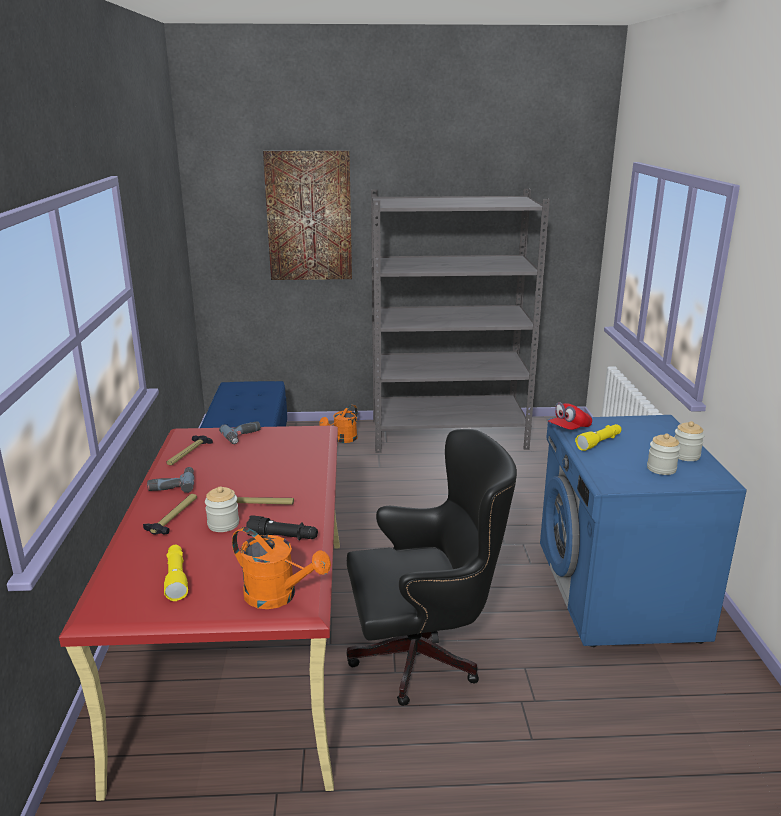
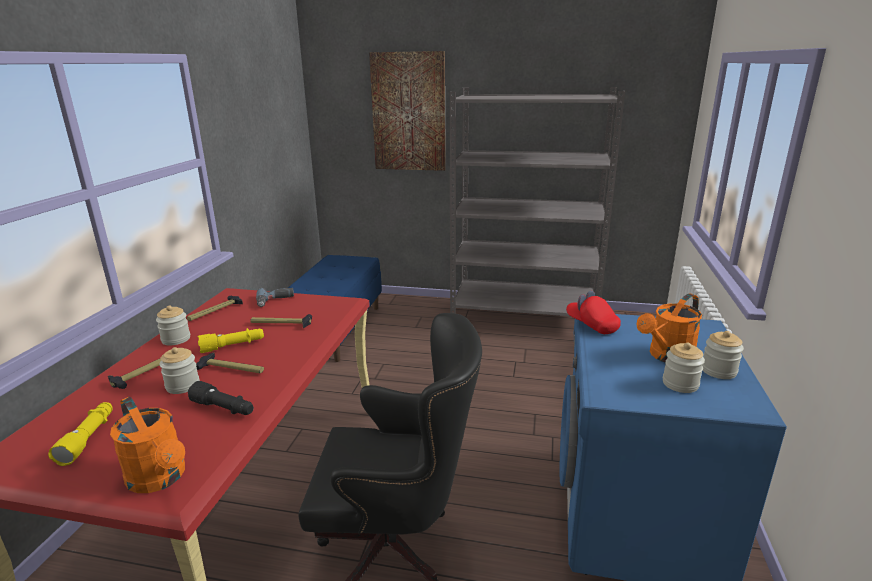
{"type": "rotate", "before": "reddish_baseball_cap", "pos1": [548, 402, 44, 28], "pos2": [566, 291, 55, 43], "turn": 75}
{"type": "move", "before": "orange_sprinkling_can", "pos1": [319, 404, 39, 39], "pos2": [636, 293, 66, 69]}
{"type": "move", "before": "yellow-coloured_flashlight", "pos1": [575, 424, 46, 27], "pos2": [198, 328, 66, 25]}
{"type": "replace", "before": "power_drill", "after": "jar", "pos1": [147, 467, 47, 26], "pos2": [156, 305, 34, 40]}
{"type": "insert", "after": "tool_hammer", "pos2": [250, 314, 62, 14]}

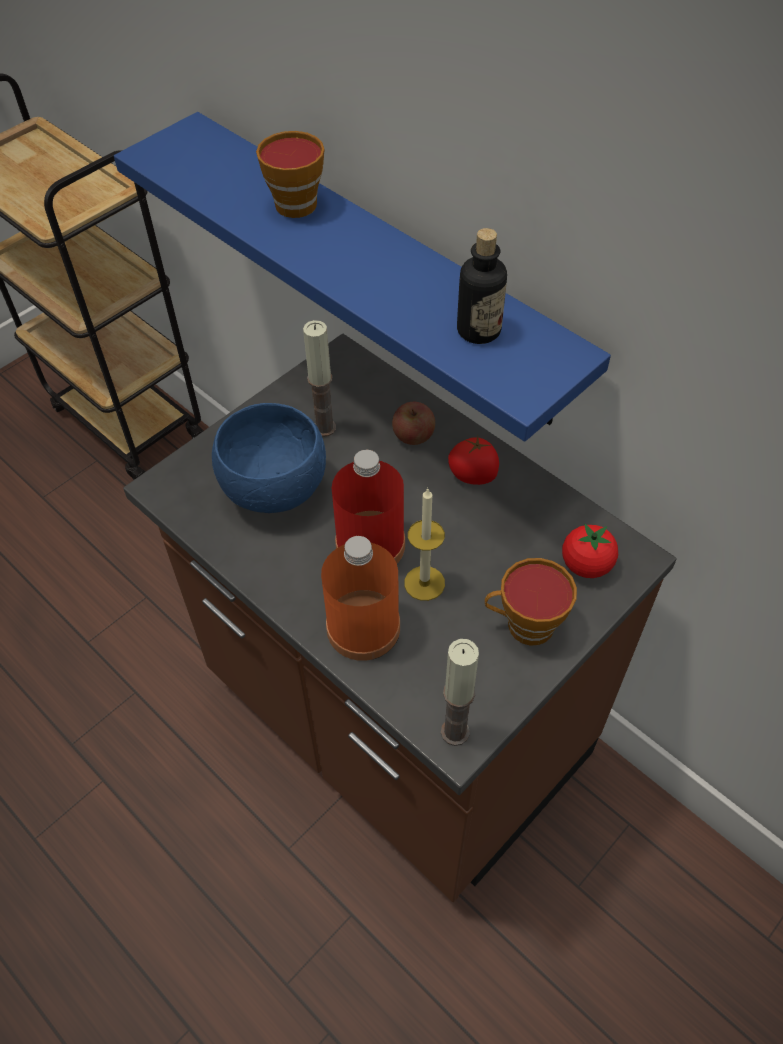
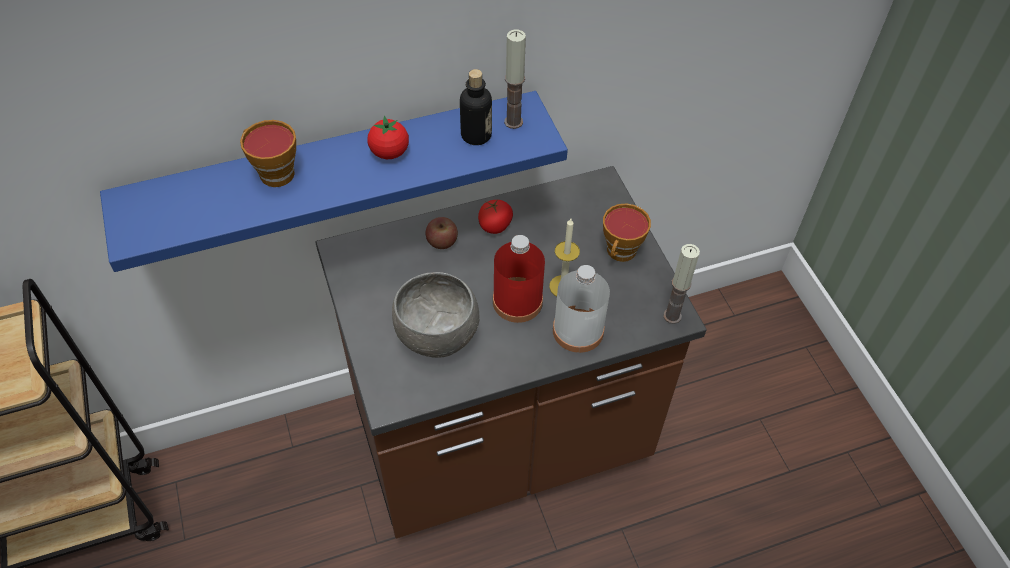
{"type": "move", "before": "wax_candle", "pos1": [303, 320, 33, 117], "pos2": [504, 30, 22, 99]}
{"type": "recolor", "before": "blue-coloured_bowl", "after": "greyish_bowl", "pos1": [212, 403, 114, 110], "pos2": [392, 272, 88, 86]}
{"type": "move", "before": "tomato", "pos1": [562, 524, 56, 54], "pos2": [368, 116, 41, 43]}
{"type": "recolor", "before": "orange_bottle", "after": "whitish_bottle", "pos1": [321, 536, 79, 125], "pos2": [553, 265, 57, 88]}

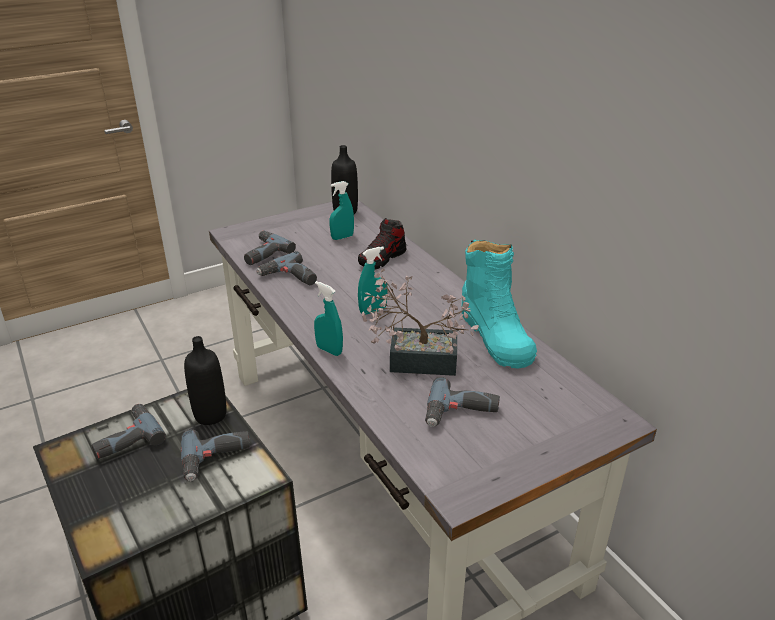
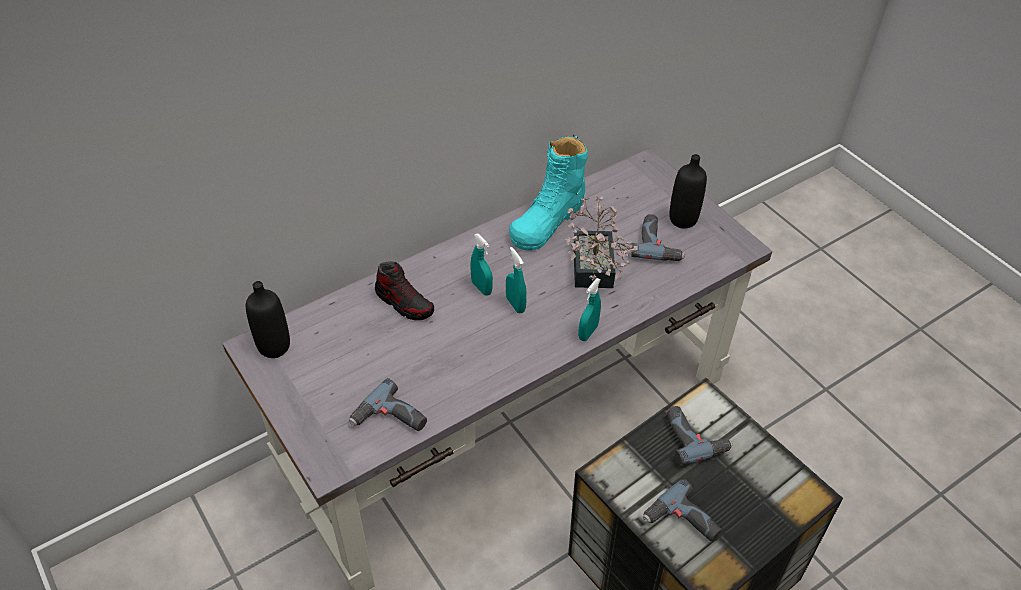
{"type": "move", "before": "turquoise-coloured_hand_sprayer", "pos1": [330, 181, 24, 59], "pos2": [470, 233, 23, 63]}
{"type": "rotate", "before": "turquoise-coloured_high-top_boot", "pos1": [462, 239, 75, 130], "pos2": [509, 135, 79, 116], "turn": 150}
{"type": "delete", "before": "power_drill", "pos1": [256, 251, 61, 34]}
{"type": "move", "before": "blackish_bottle", "pos1": [184, 336, 42, 89], "pos2": [669, 154, 38, 75]}

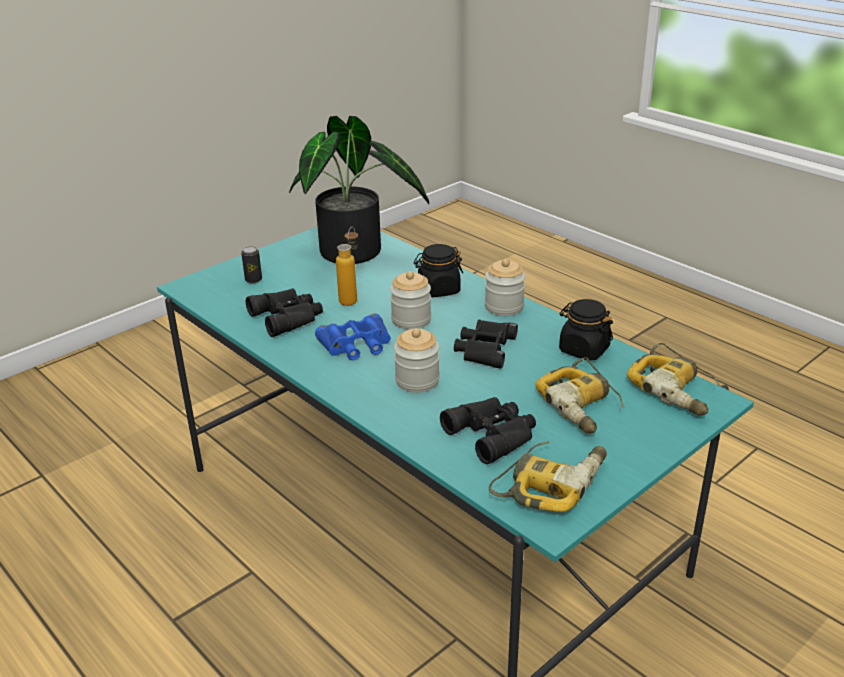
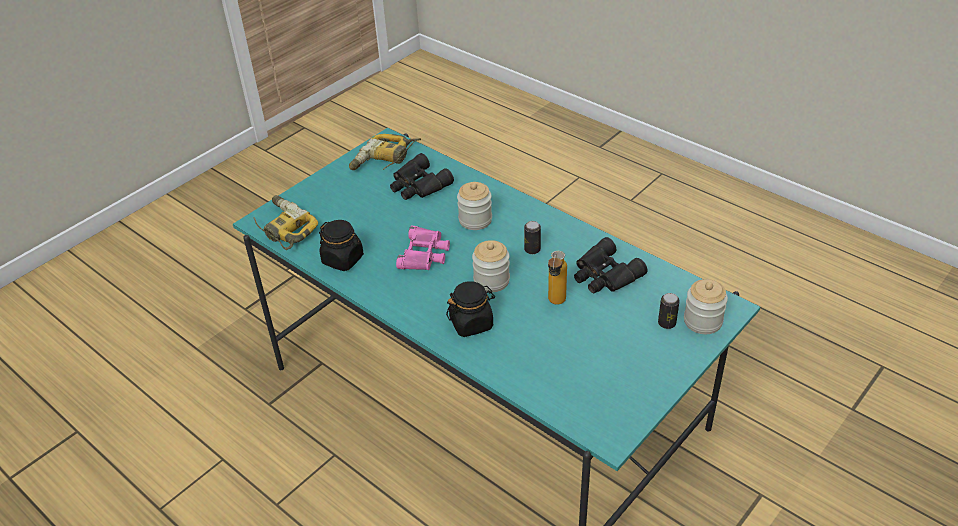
{"type": "delete", "before": "plant_in_a_pot", "pos1": [289, 116, 140, 148]}
{"type": "move", "before": "jar", "pos1": [485, 259, 40, 57], "pos2": [684, 279, 44, 55]}
{"type": "replace", "before": "blue-coloured_field_glasses", "after": "metal_can", "pos1": [315, 314, 76, 46], "pos2": [524, 221, 17, 33]}
{"type": "recolor", "before": "blackish_field_glasses", "after": "pink_field_glasses", "pos1": [454, 320, 64, 49], "pos2": [396, 226, 54, 44]}
{"type": "delete", "before": "power_drill", "pos1": [535, 357, 89, 77]}

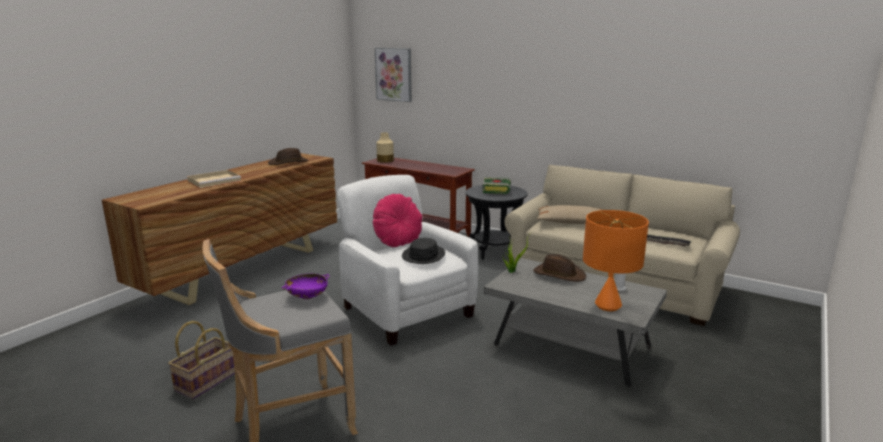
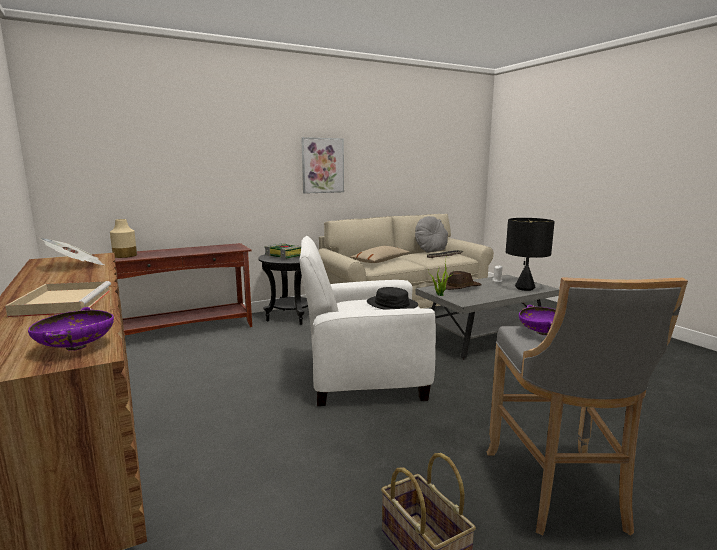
{"type": "move", "before": "wall_picture", "pos1": [375, 48, 37, 54], "pos2": [301, 137, 43, 57]}
{"type": "replace", "before": "brown_wearable_hat", "after": "daily_paper", "pos1": [268, 148, 40, 17], "pos2": [39, 238, 65, 27]}
{"type": "delete", "before": "pink_pillow", "pos1": [373, 194, 49, 53]}
{"type": "recolor", "before": "orange_table_lamp", "after": "blackish_table_lamp", "pos1": [583, 210, 66, 101], "pos2": [506, 218, 49, 73]}
{"type": "insert", "after": "greyish_pillow", "pos2": [415, 216, 33, 37]}
{"type": "insert", "after": "purple-coloured_bowl", "pos2": [28, 307, 86, 44]}

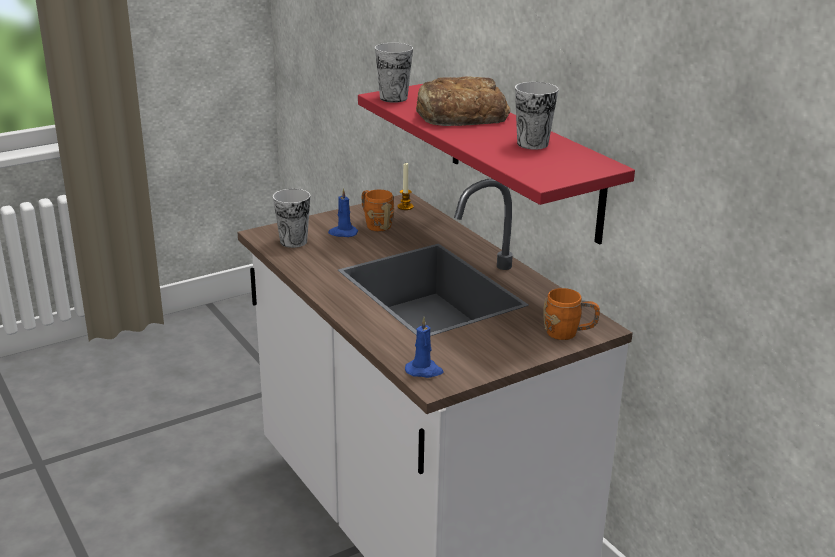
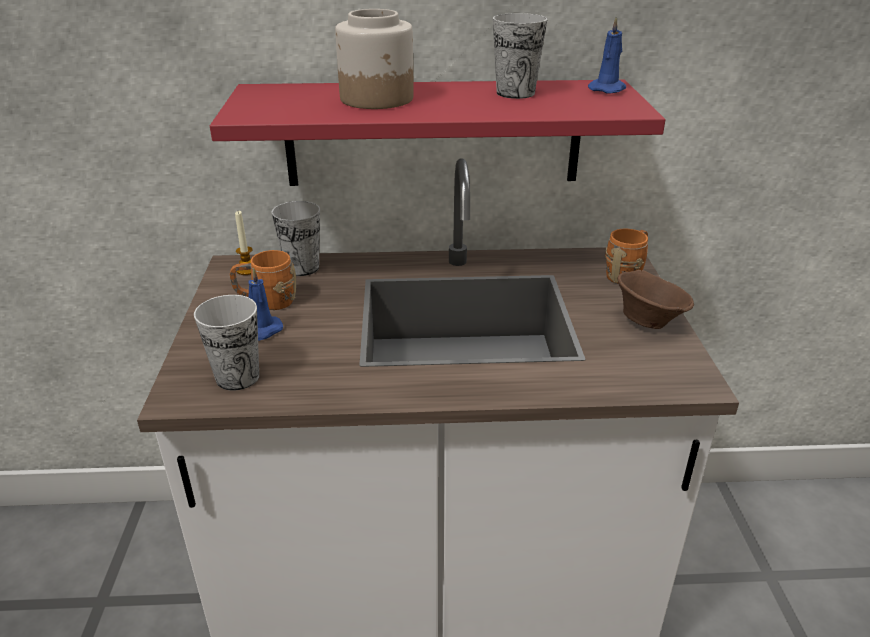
{"type": "move", "before": "cup", "pos1": [375, 43, 38, 60], "pos2": [272, 201, 48, 75]}
{"type": "replace", "before": "baked_bread", "after": "jar", "pos1": [416, 76, 94, 50], "pos2": [335, 9, 79, 100]}
{"type": "move", "before": "blue-coloured_wax_candle", "pos1": [405, 317, 38, 61], "pos2": [588, 16, 38, 78]}
{"type": "insert", "after": "brown_bowl", "pos2": [617, 270, 77, 59]}

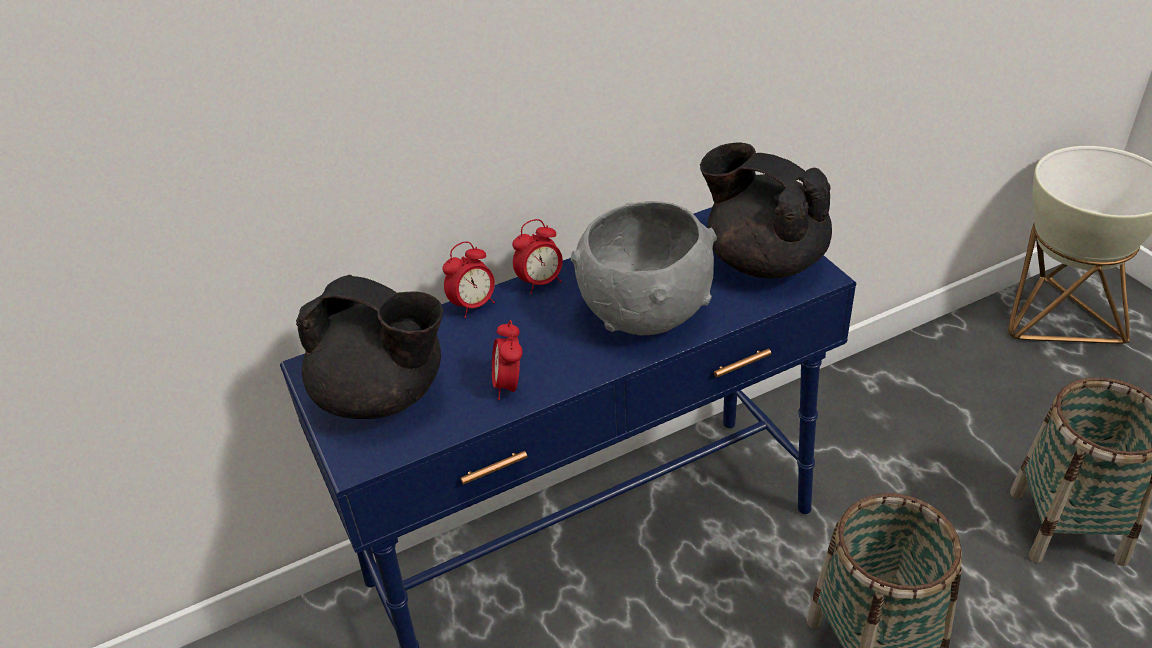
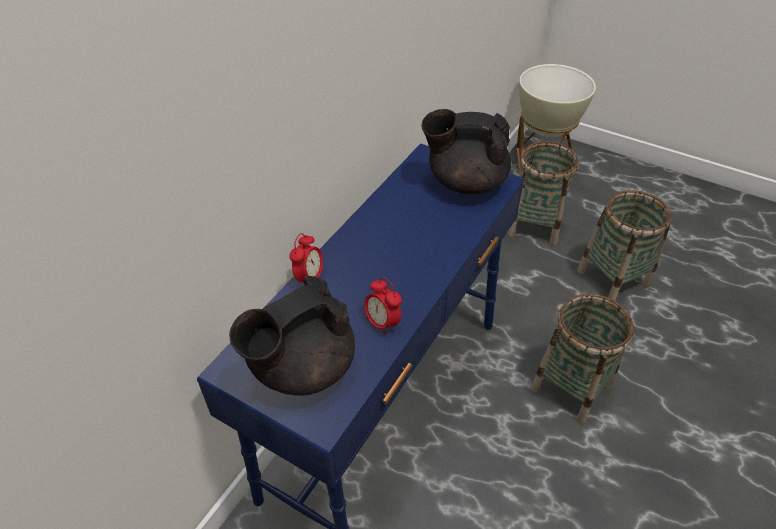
{"type": "delete", "before": "greyish_bowl", "pos1": [571, 201, 146, 134]}
{"type": "delete", "before": "table_clock", "pos1": [512, 219, 51, 75]}
{"type": "rotate", "before": "blackish_tea_pot", "pos1": [296, 275, 147, 144], "pos2": [229, 276, 126, 120], "turn": 150}
{"type": "insert", "after": "storage_basket", "pos2": [507, 141, 72, 105]}

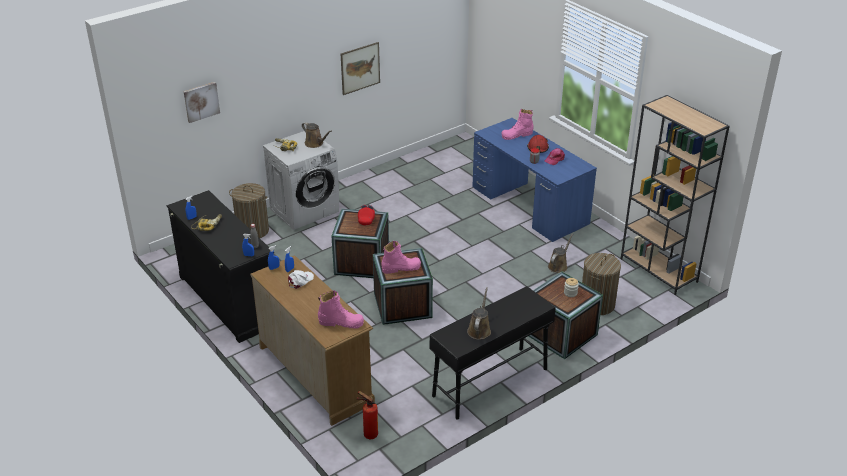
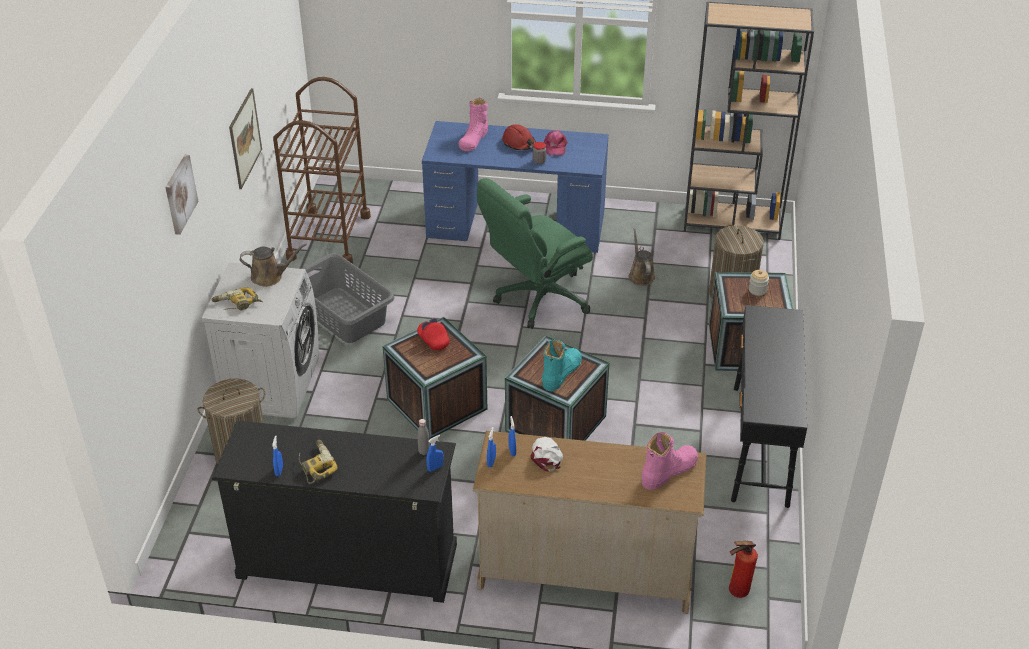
{"type": "move", "before": "wall_picture", "pos1": [184, 82, 36, 41], "pos2": [165, 155, 33, 80]}
{"type": "recolor", "before": "pink_high-top_boot", "after": "turquoise-coloured_high-top_boot", "pos1": [382, 241, 39, 33], "pos2": [542, 339, 40, 52]}
{"type": "delete", "before": "brown_sprinkling_can", "pos1": [467, 287, 24, 53]}
{"type": "insert", "after": "brown_wheeled_cart", "pos2": [273, 77, 98, 187]}
{"type": "insert", "after": "greenish_desk_chair", "pos2": [477, 178, 116, 151]}
{"type": "insert", "after": "greyish_washing_basket", "pos2": [301, 253, 93, 90]}

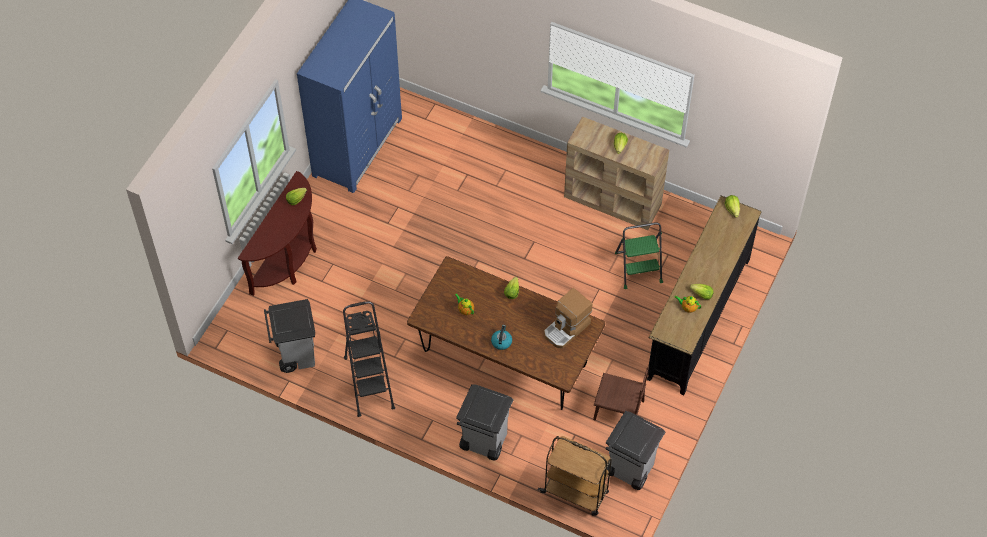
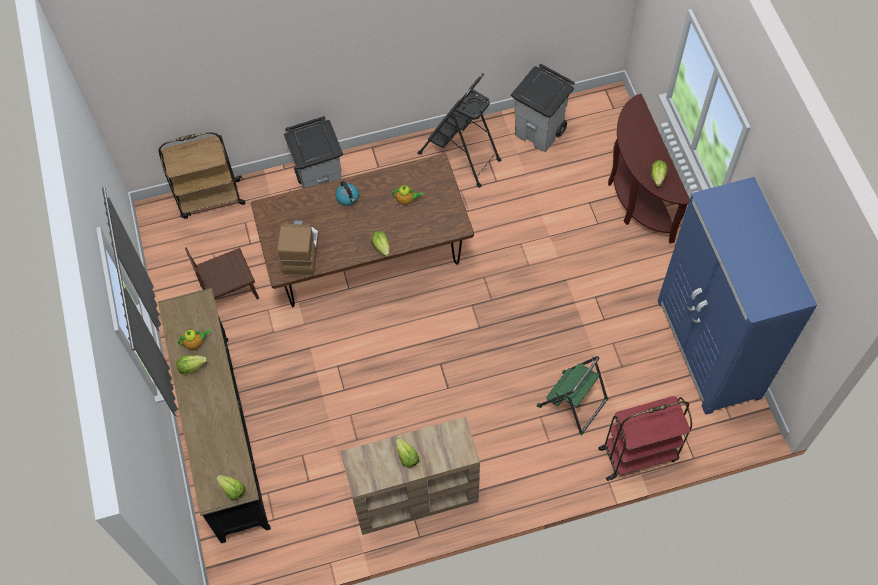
{"type": "move", "before": "greenish_stepladder", "pos1": [615, 222, 48, 67], "pos2": [537, 356, 71, 79]}
{"type": "delete", "before": "greyish_trash_can", "pos1": [606, 411, 60, 79]}
{"type": "insert", "after": "reddish_wheeled_cart", "pos2": [598, 396, 94, 85]}

